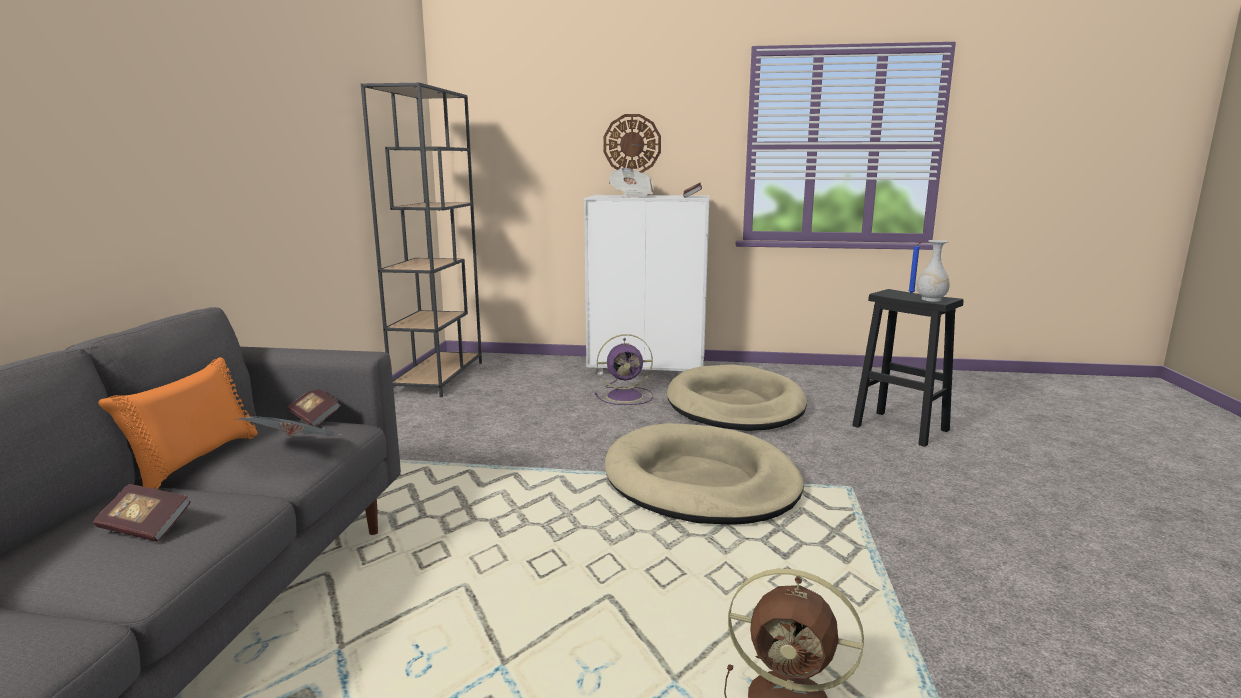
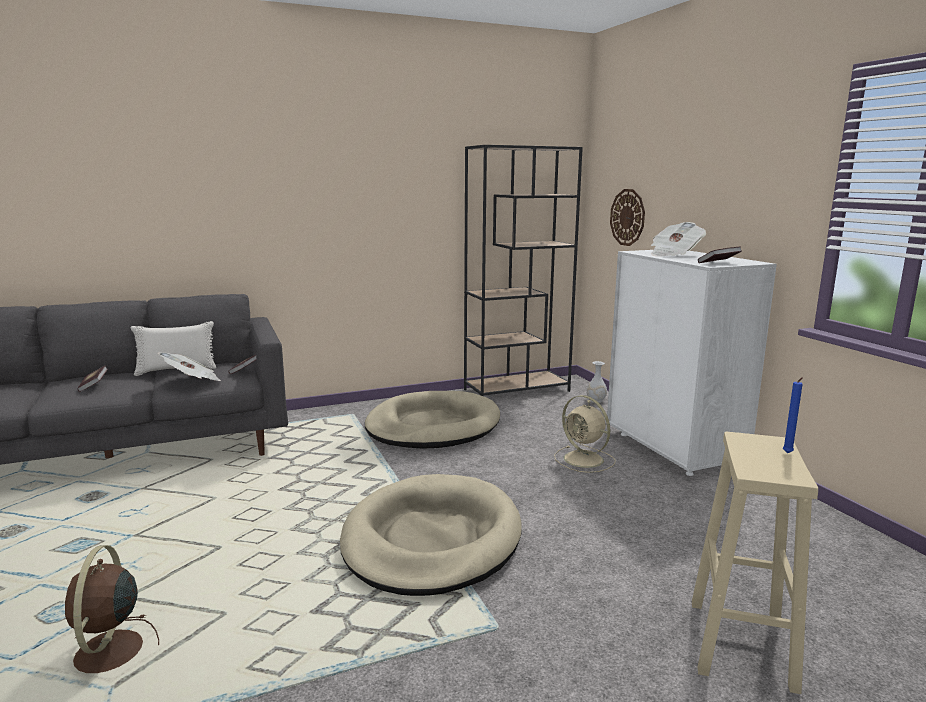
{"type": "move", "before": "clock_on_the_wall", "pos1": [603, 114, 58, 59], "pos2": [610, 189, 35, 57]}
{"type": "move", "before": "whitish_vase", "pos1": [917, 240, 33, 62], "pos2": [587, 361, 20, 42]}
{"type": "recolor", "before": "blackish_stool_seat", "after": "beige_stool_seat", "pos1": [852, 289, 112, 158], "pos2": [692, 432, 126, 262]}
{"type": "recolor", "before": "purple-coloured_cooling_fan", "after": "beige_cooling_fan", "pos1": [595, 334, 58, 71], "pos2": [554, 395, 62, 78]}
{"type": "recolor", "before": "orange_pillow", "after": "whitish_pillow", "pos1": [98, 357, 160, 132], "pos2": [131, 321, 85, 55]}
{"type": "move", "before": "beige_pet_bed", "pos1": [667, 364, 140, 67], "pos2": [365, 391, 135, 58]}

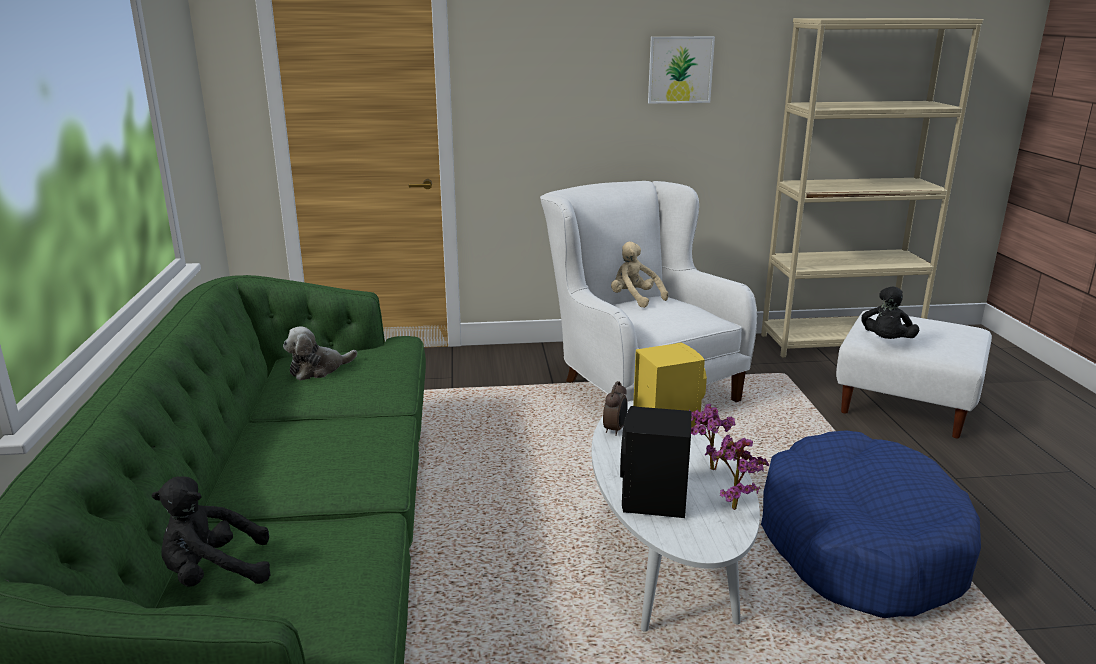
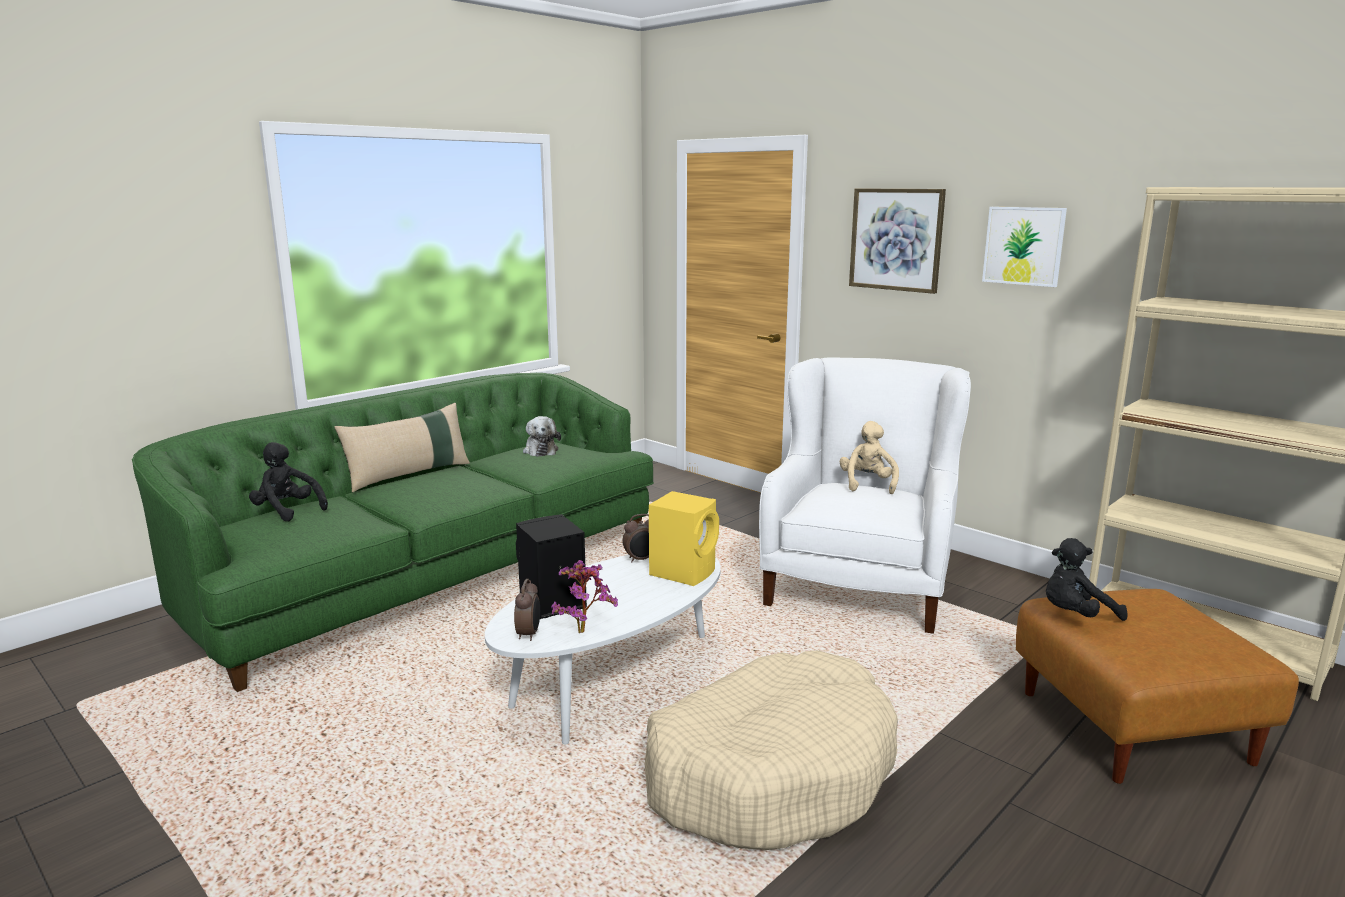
{"type": "recolor", "before": "whitish_ottoman", "after": "brown_ottoman", "pos1": [836, 310, 156, 128], "pos2": [1016, 589, 283, 195]}
{"type": "rotate", "before": "cuddly_toy", "pos1": [283, 326, 74, 55], "pos2": [523, 416, 38, 41], "turn": -120}
{"type": "delete", "before": "plant_in_a_pot", "pos1": [689, 404, 48, 66]}
{"type": "recolor", "before": "blue-coloured_pet_bed", "after": "beige_pet_bed", "pos1": [761, 430, 220, 188], "pos2": [645, 650, 253, 200]}
{"type": "insert", "after": "wall_picture", "pos2": [849, 189, 97, 105]}
{"type": "insert", "after": "beige_pillow", "pos2": [334, 403, 136, 89]}
{"type": "insert", "after": "table_clock", "pos2": [514, 579, 26, 62]}

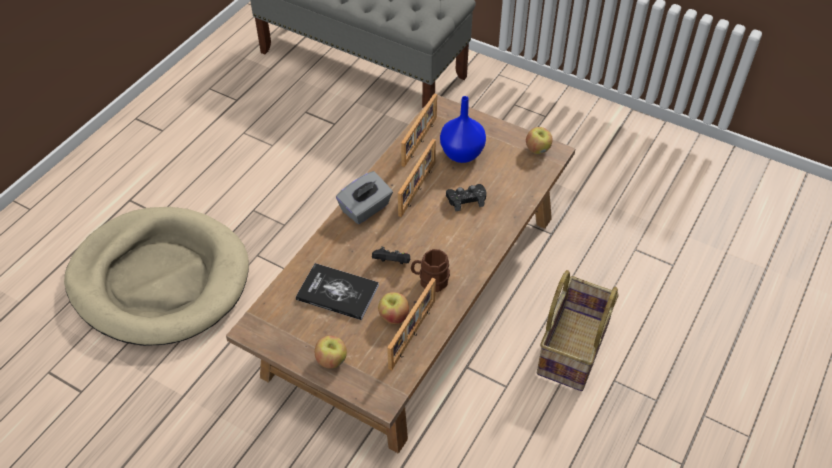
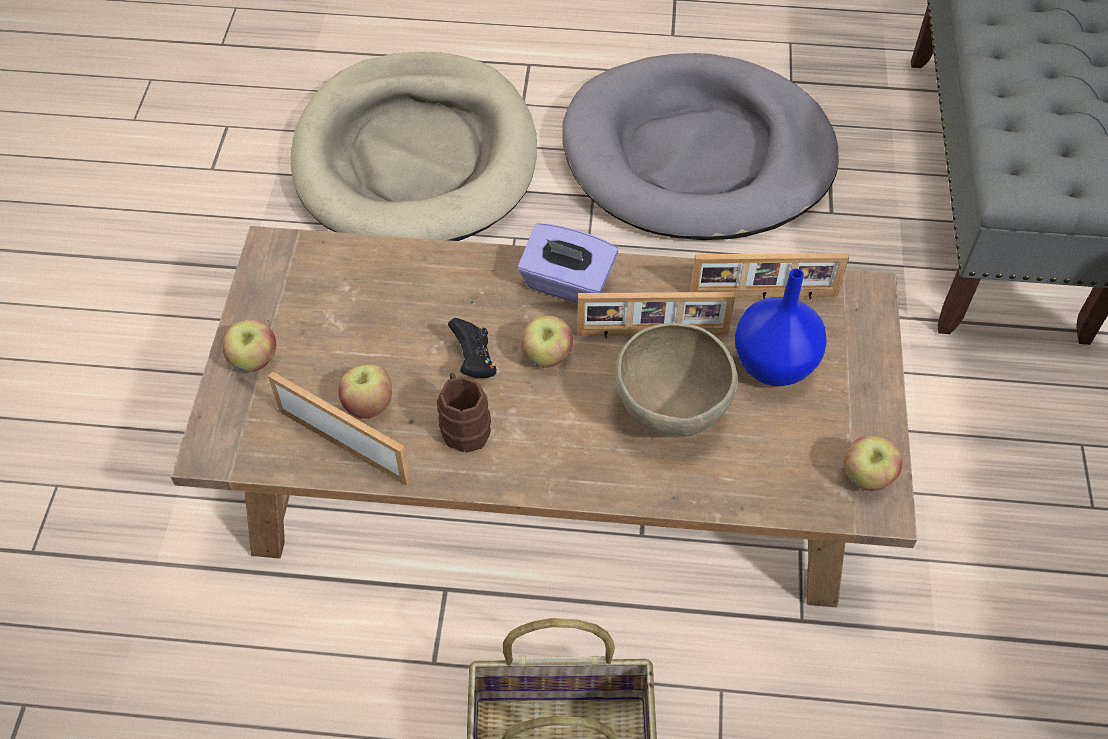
{"type": "recolor", "before": "greyish_tissue_holder", "after": "purple-coloured_tissue_holder", "pos1": [336, 171, 57, 53], "pos2": [518, 223, 100, 80]}
{"type": "replace", "before": "blackish_joypad", "after": "brown_bowl", "pos1": [446, 184, 41, 27], "pos2": [615, 323, 123, 114]}
{"type": "delete", "before": "bound_book", "pos1": [296, 263, 83, 57]}
{"type": "rotate", "before": "photo_frame", "pos1": [387, 278, 49, 92], "pos2": [268, 371, 143, 115], "turn": -150}
{"type": "insert", "after": "greyish_pet_bed", "pos2": [562, 53, 277, 187]}
{"type": "insert", "after": "apple", "pos2": [521, 316, 52, 52]}

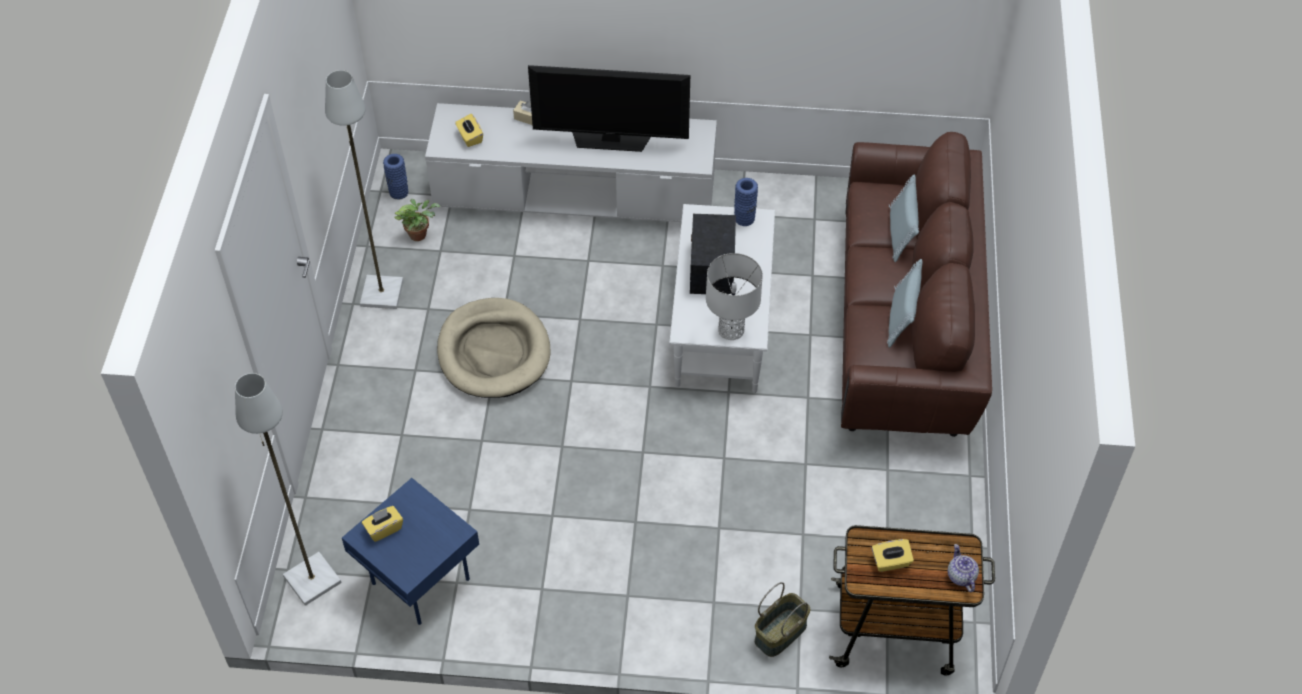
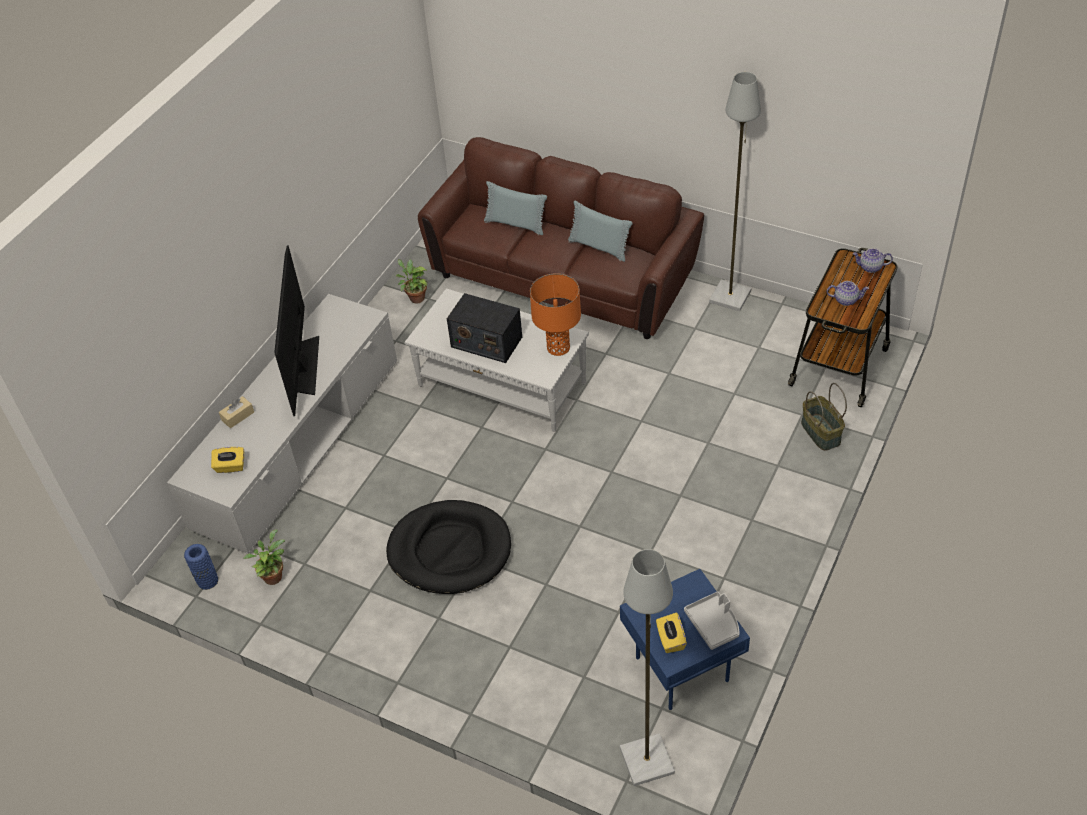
{"type": "rotate", "before": "television", "pos1": [528, 65, 162, 87], "pos2": [274, 245, 45, 171], "turn": 150}
{"type": "move", "before": "greyish_floor_lamp", "pos1": [325, 70, 78, 239], "pos2": [709, 72, 52, 239]}
{"type": "delete", "before": "blue-coloured_vase", "pos1": [734, 178, 24, 48]}
{"type": "recolor", "before": "whitish_table_lamp", "after": "orange_table_lamp", "pos1": [706, 253, 57, 87], "pos2": [530, 273, 51, 83]}
{"type": "recolor", "before": "beige_pet_bed", "after": "blackish_pet_bed", "pos1": [437, 298, 114, 100], "pos2": [386, 500, 125, 94]}
{"type": "replace", "before": "yellow-coloured_tissue_holder", "after": "tea_pot", "pos1": [872, 539, 42, 33], "pos2": [827, 281, 42, 25]}
{"type": "insert", "after": "plant_in_a_pot", "pos2": [396, 259, 31, 45]}
{"type": "insert", "after": "greyish_tray", "pos2": [684, 591, 56, 59]}

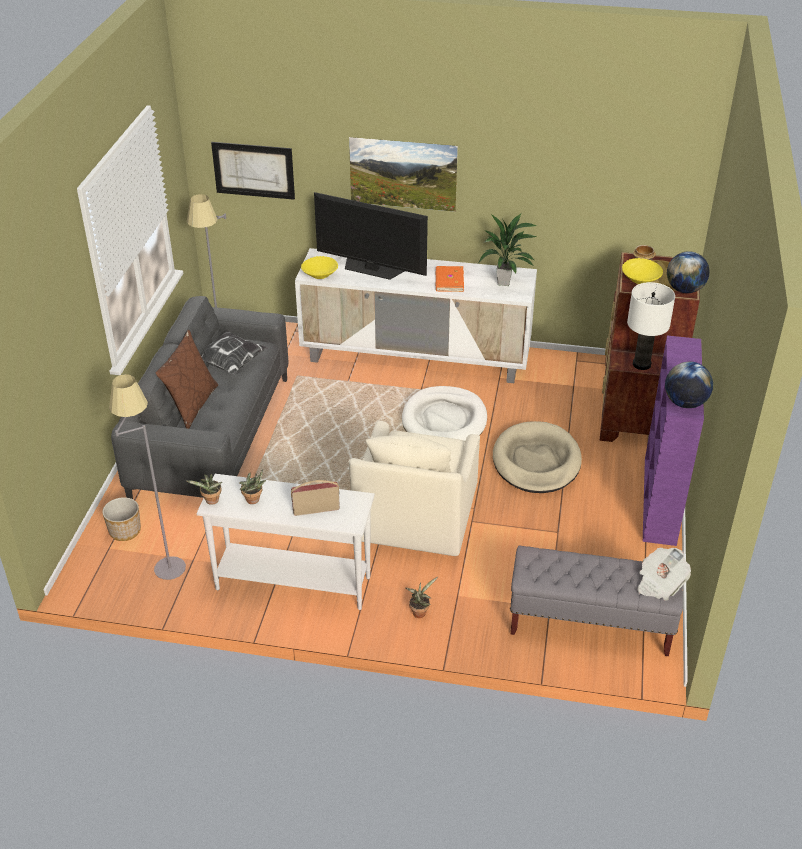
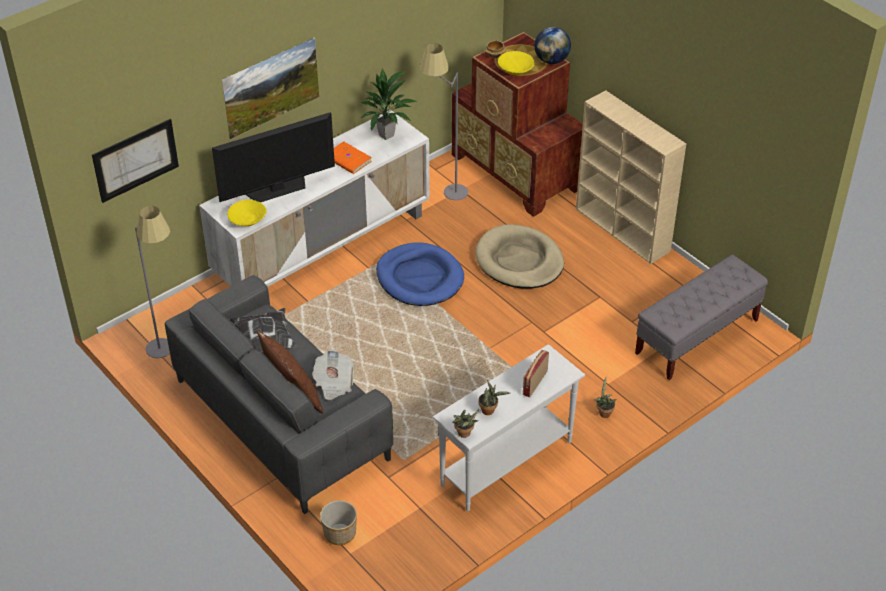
{"type": "delete", "before": "whitish_table_lamp", "pos1": [627, 282, 48, 88]}
{"type": "recolor", "before": "purple-coloured_shelving_unit", "after": "beige_shelving_unit", "pos1": [643, 335, 61, 211], "pos2": [576, 90, 110, 174]}
{"type": "delete", "before": "globe", "pos1": [665, 362, 48, 46]}
{"type": "move", "before": "greyish_floor_lamp", "pos1": [109, 374, 77, 206], "pos2": [420, 43, 48, 157]}
{"type": "recolor", "before": "whitish_pet_bed", "after": "blue-coloured_pet_bed", "pos1": [402, 386, 85, 55], "pos2": [376, 242, 88, 64]}
{"type": "delete", "before": "beige_lounge_chair", "pos1": [349, 420, 131, 136]}
{"type": "move", "before": "daily_paper", "pos1": [637, 547, 54, 53], "pos2": [312, 349, 43, 51]}

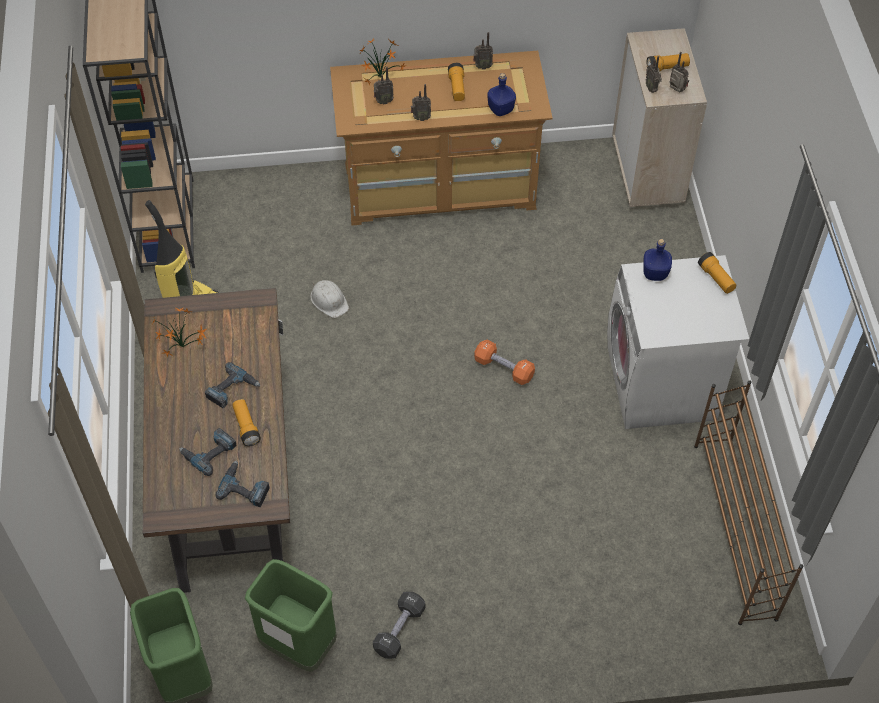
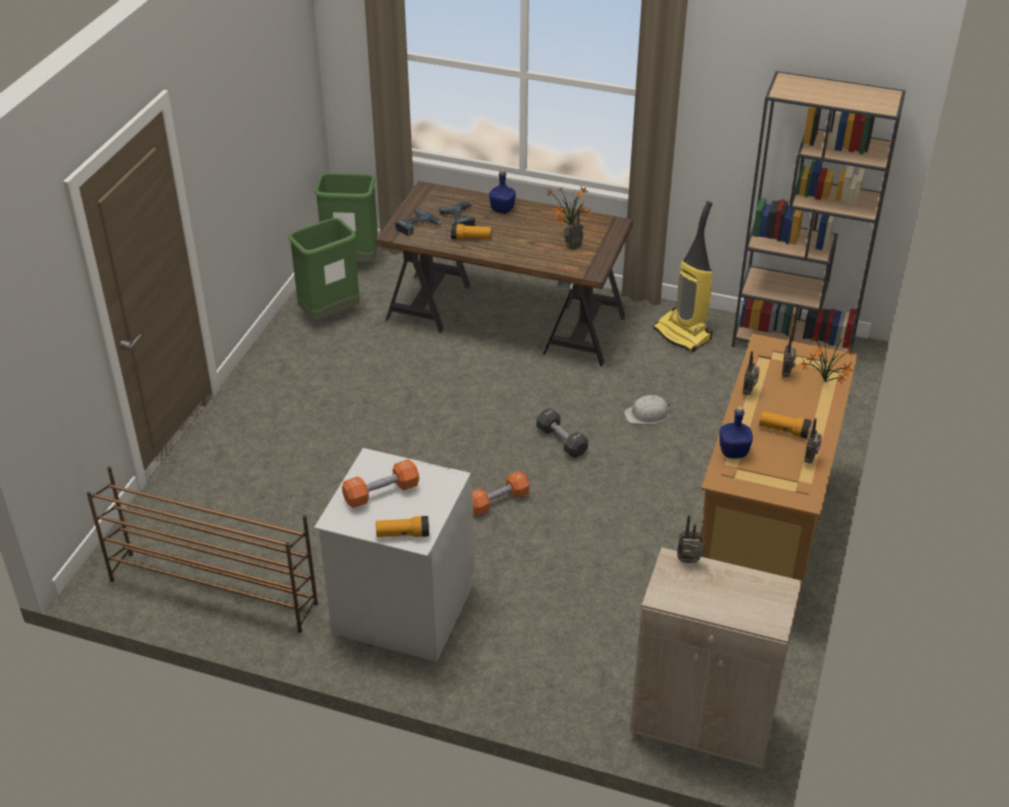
{"type": "move", "before": "radio", "pos1": [669, 52, 20, 41], "pos2": [564, 208, 19, 42]}
{"type": "delete", "before": "flashlight", "pos1": [647, 53, 43, 19]}
{"type": "move", "before": "blue-coloured_bottle", "pos1": [643, 239, 29, 42], "pos2": [489, 169, 27, 45]}
{"type": "delete", "before": "power_drill", "pos1": [205, 362, 55, 46]}
{"type": "move", "before": "blackish_free_weight", "pos1": [373, 592, 52, 67], "pos2": [536, 408, 52, 50]}
{"type": "insert", "after": "orange_free_weight", "pos2": [342, 459, 77, 49]}

